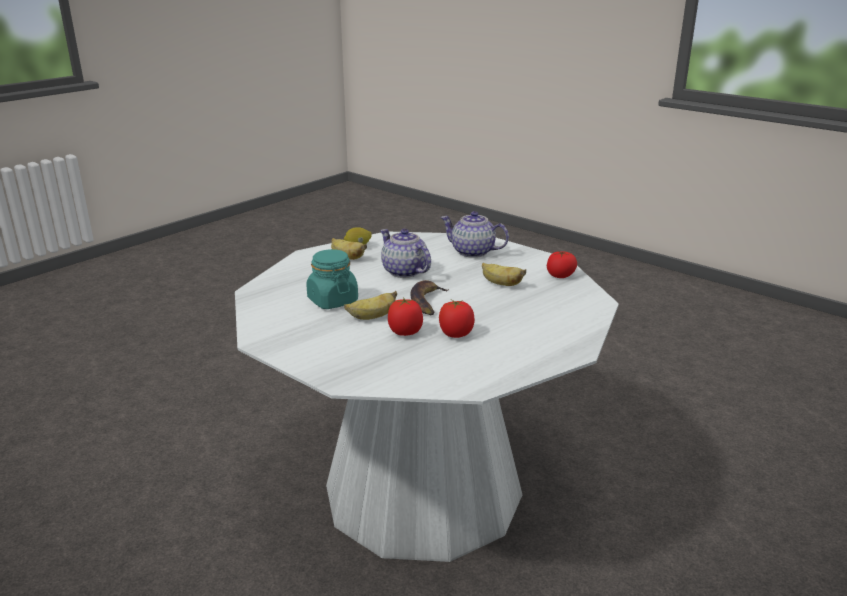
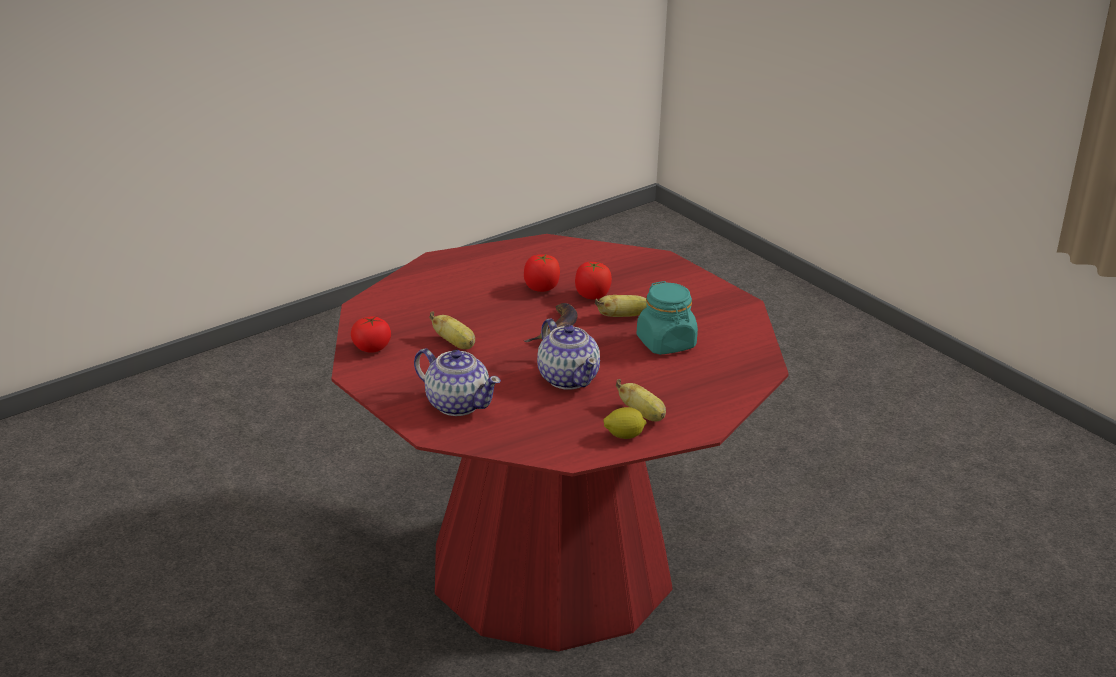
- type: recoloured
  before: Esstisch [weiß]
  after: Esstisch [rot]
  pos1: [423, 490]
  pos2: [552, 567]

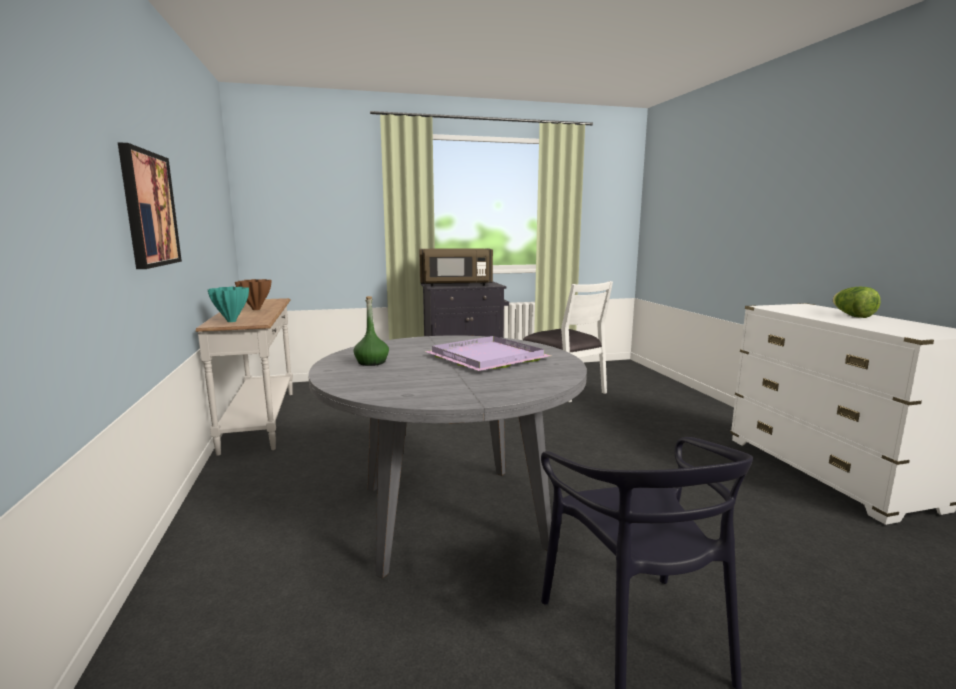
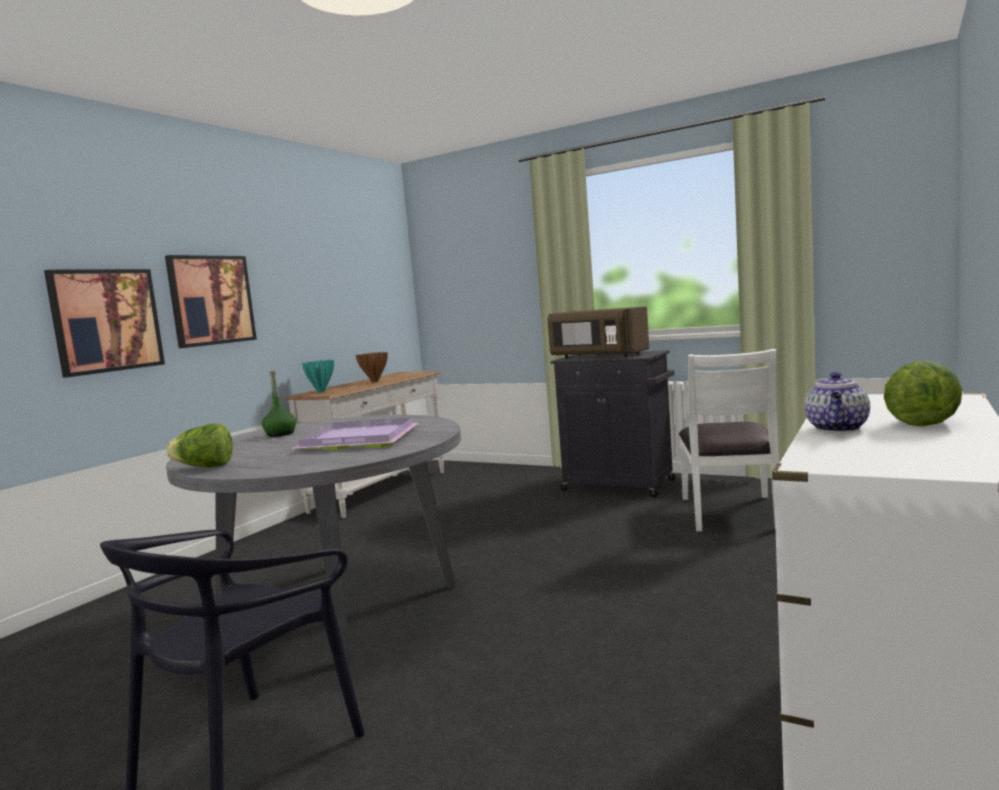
- type: added
  after: Bild
  pos2: [106, 320]
- type: added
  after: Salatkopf
  pos2: [204, 467]
- type: added
  after: Teekanne
  pos2: [838, 428]

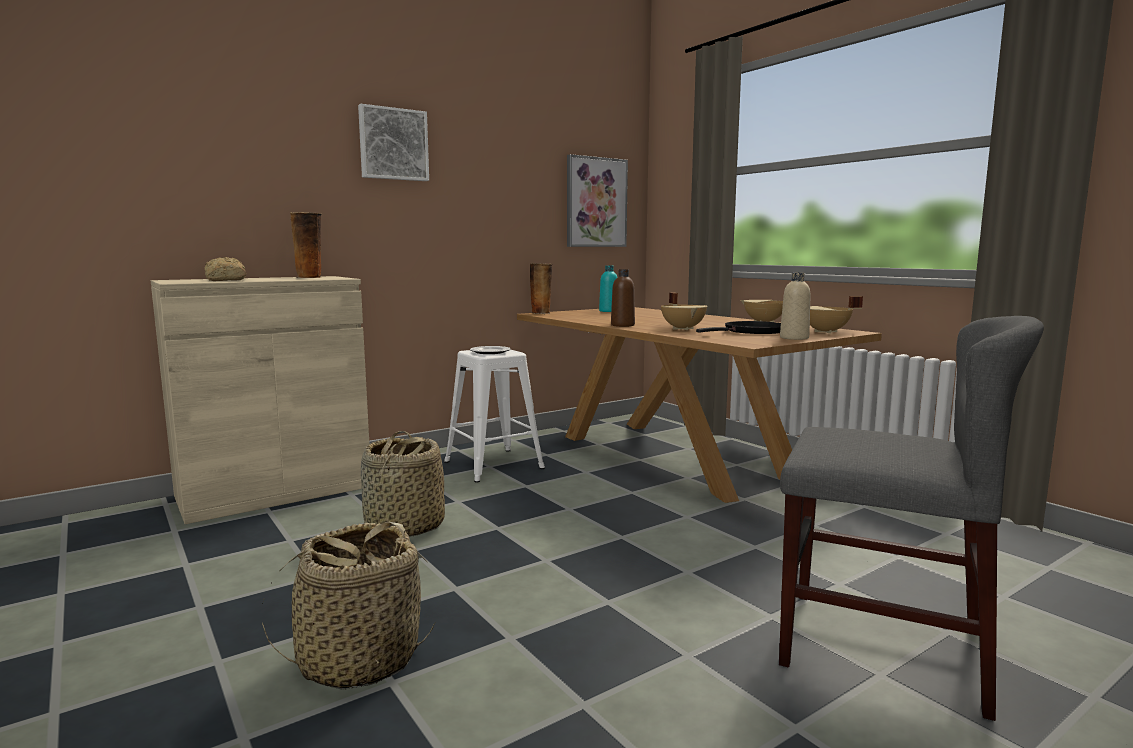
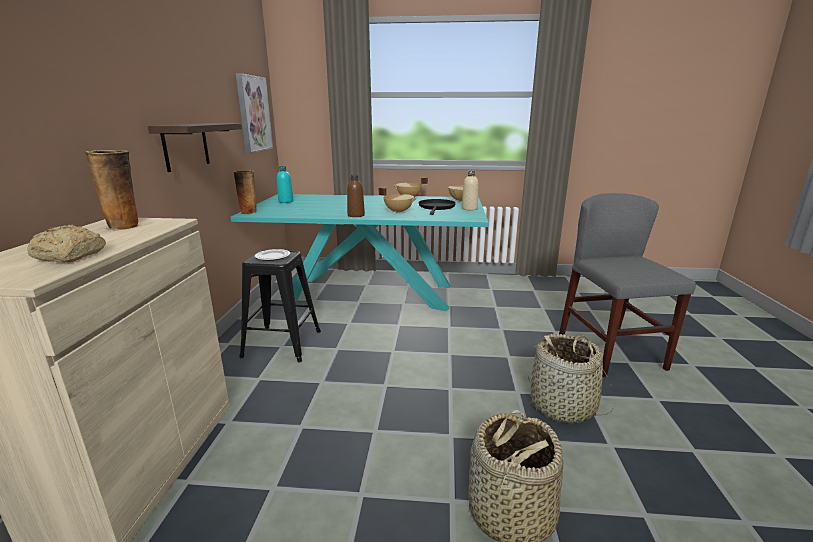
- type: removed
  before: Bild
  pos1: [393, 144]
- type: moved
  before: Korb
  pos1: [404, 527]
  pos2: [562, 406]
- type: recoloured
  before: Hocker [weiß]
  after: Hocker [schwarz]
  pos1: [492, 465]
  pos2: [281, 344]
- type: recoloured
  before: Esstisch [braun]
  after: Esstisch [türkis]
  pos1: [673, 456]
  pos2: [370, 293]
- type: turned
  before: Stuhl [grau]
  pos1: [881, 648]
  pos2: [610, 351]
  turn: -75
- type: added
  after: Wandregal
  pos2: [186, 146]

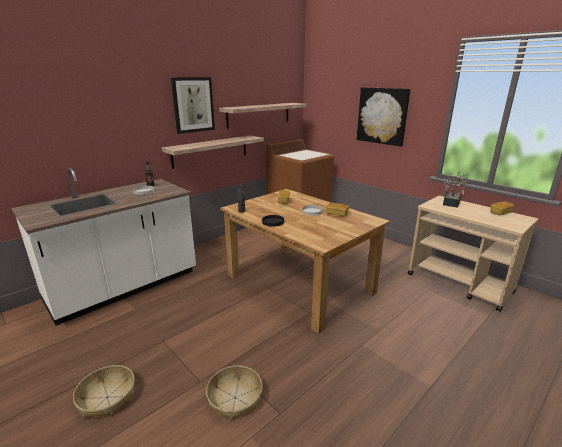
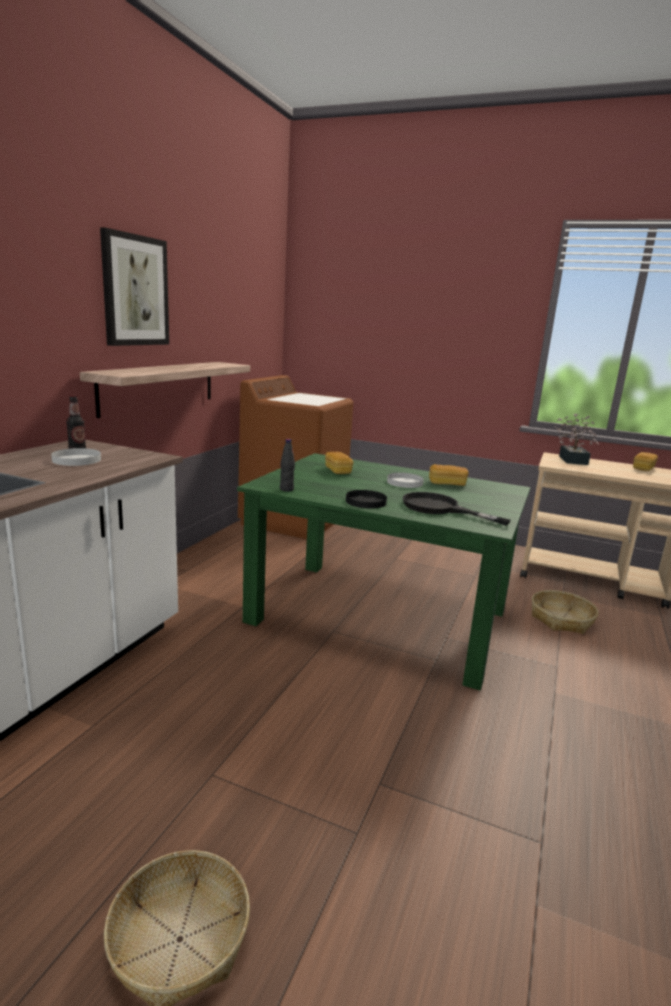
- type: moved
  before: Korb
  pos1: [235, 398]
  pos2: [561, 619]
- type: removed
  before: Wandregal
  pos1: [259, 115]
- type: recoloured
  before: Esstisch [braun]
  after: Esstisch [grün]
  pos1: [298, 283]
  pos2: [377, 616]
- type: removed
  before: Bild
  pos1: [382, 116]
- type: added
  after: Pfanne [schwarz]
  pos2: [439, 508]

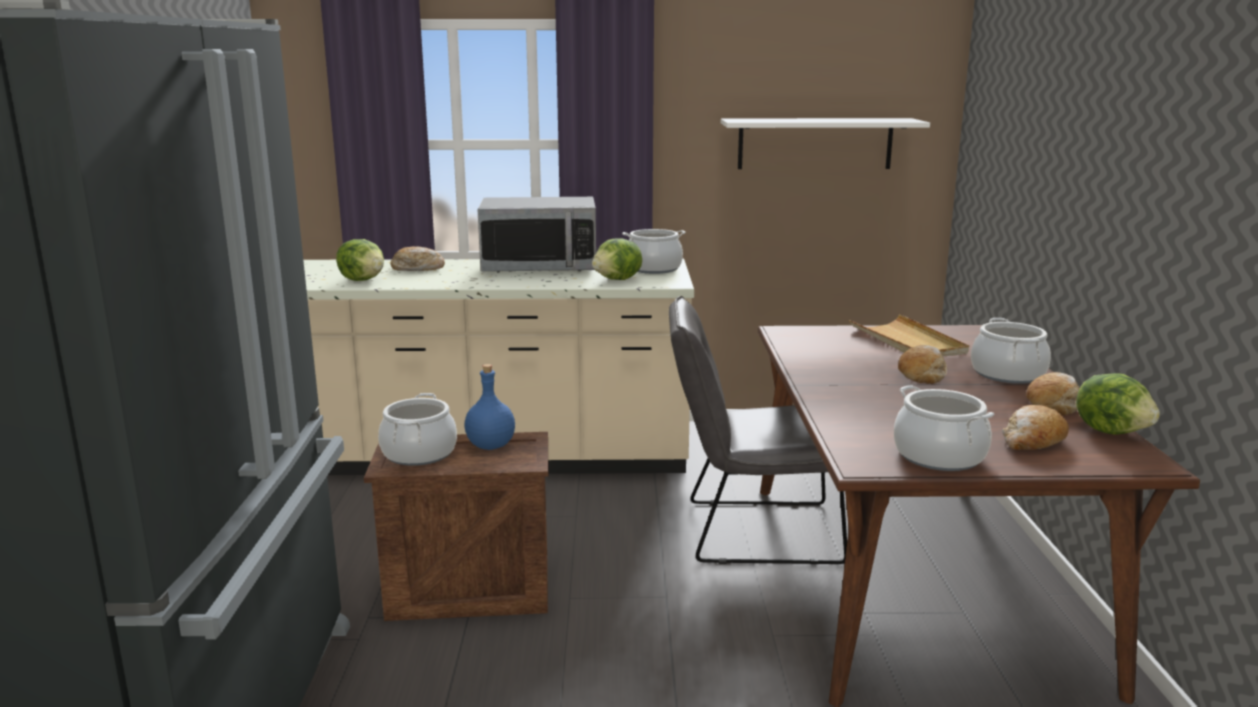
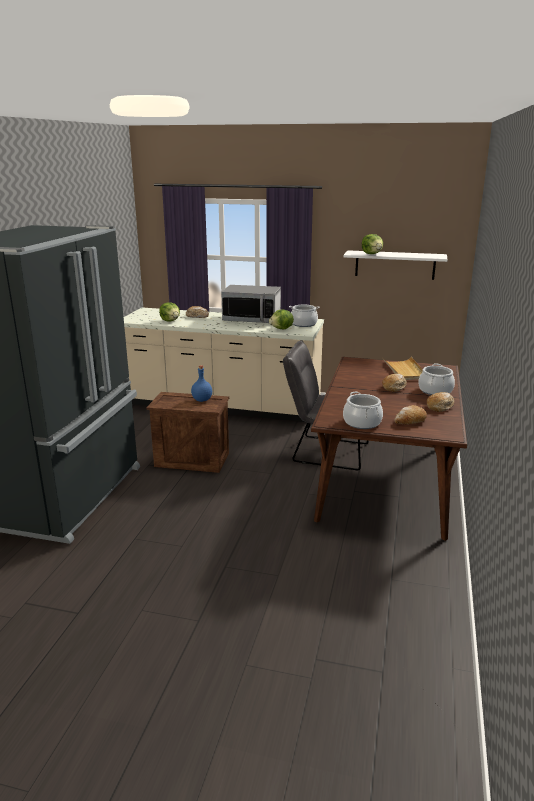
- type: removed
  before: Kochtopf
  pos1: [418, 453]
- type: moved
  before: Salatkopf
  pos1: [1112, 431]
  pos2: [372, 254]

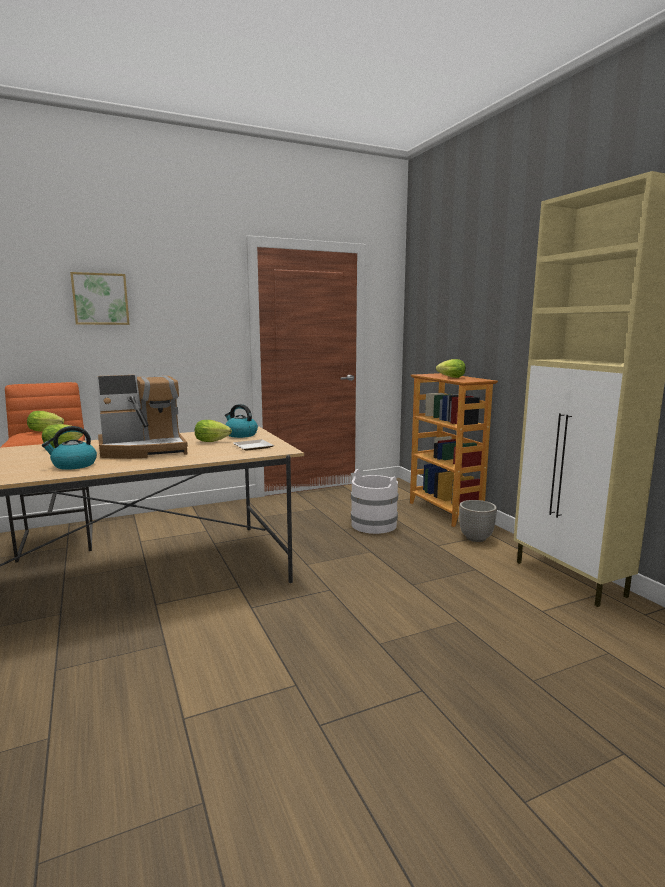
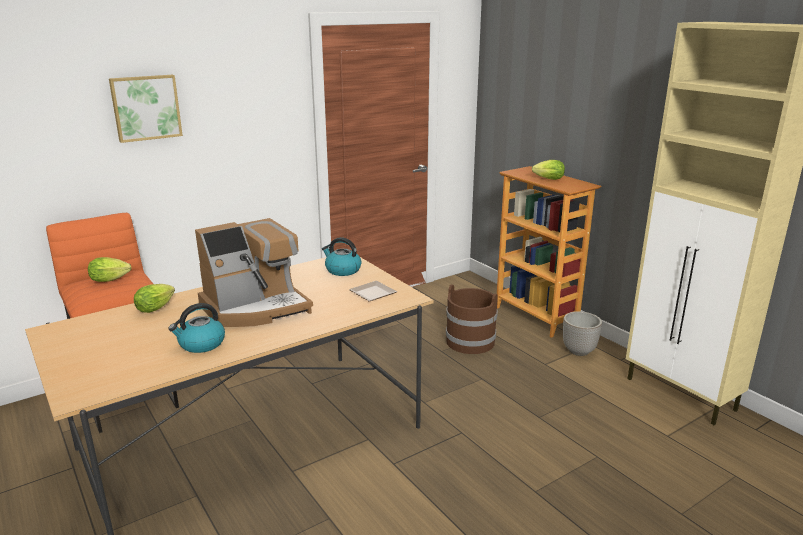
- type: removed
  before: Salatkopf
  pos1: [214, 441]
- type: recoloured
  before: Eimer [weiß]
  after: Eimer [braun]
  pos1: [374, 524]
  pos2: [470, 341]

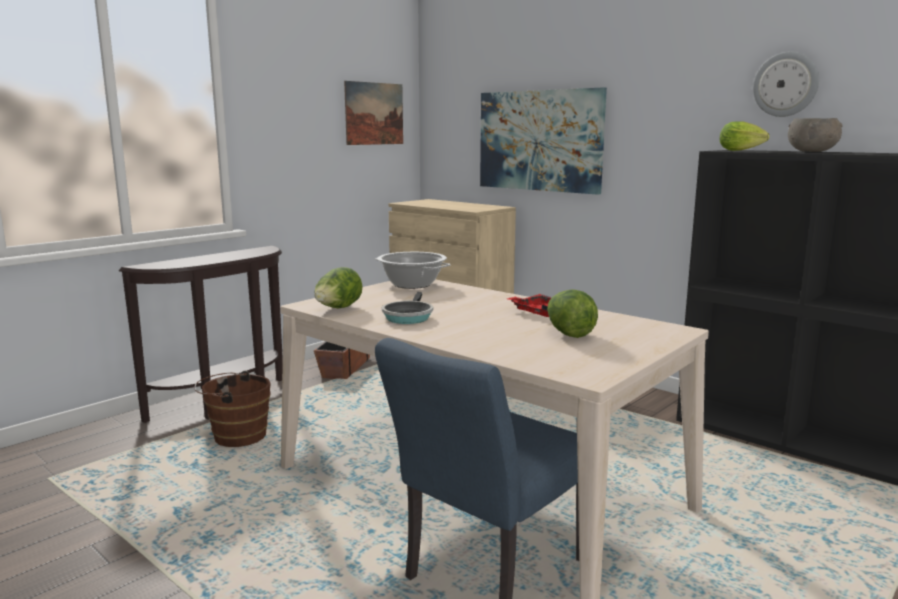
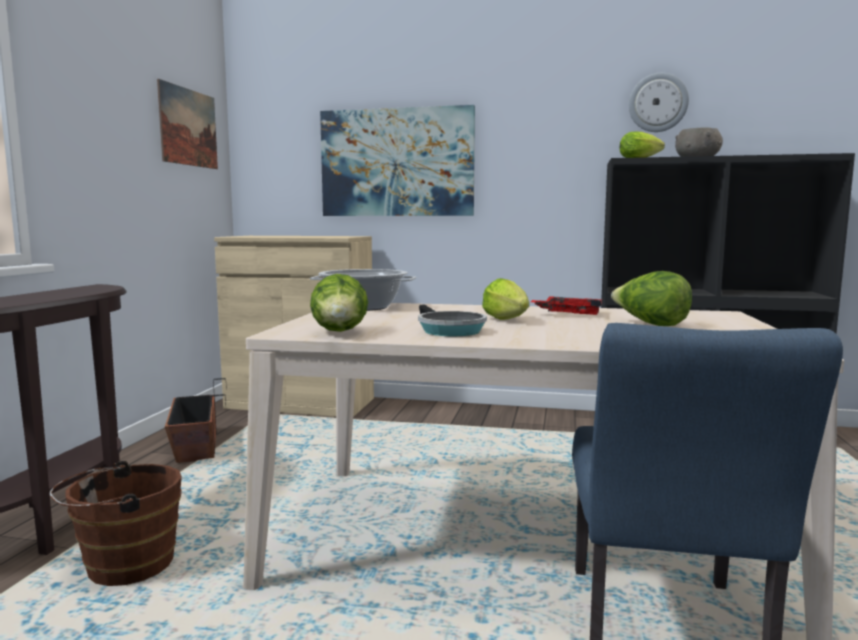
- type: added
  after: Salatkopf
  pos2: [508, 320]

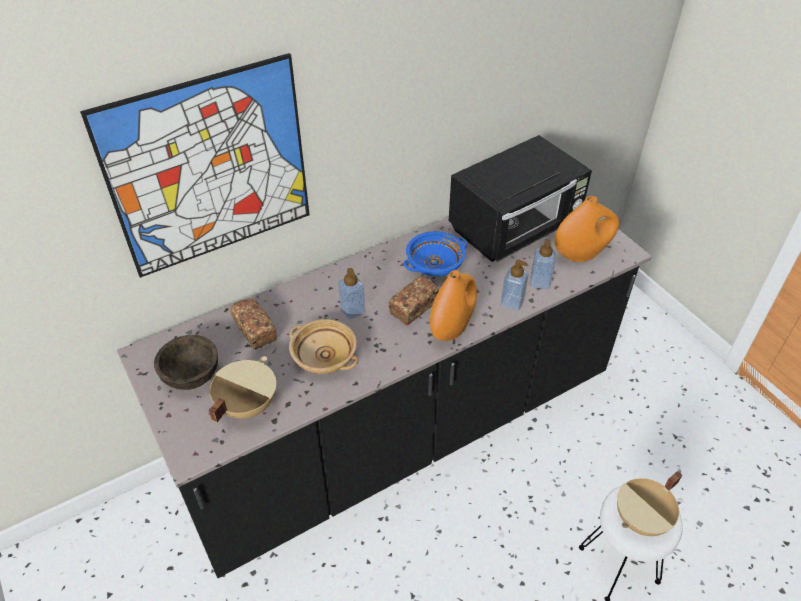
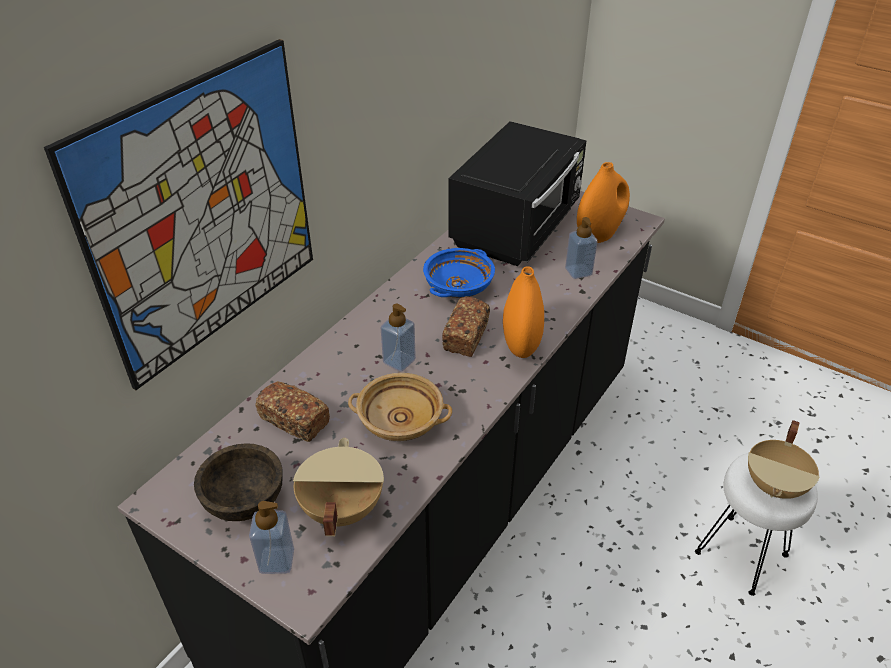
- type: moved
  before: Seifenspender
  pos1: [512, 302]
  pos2: [276, 560]

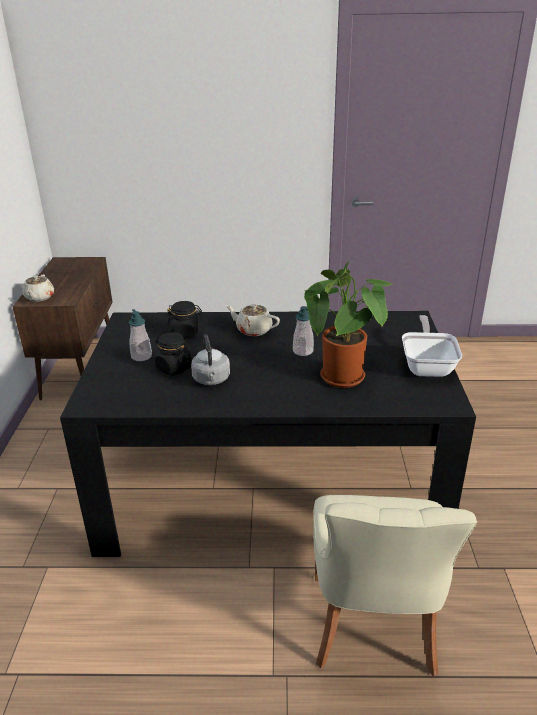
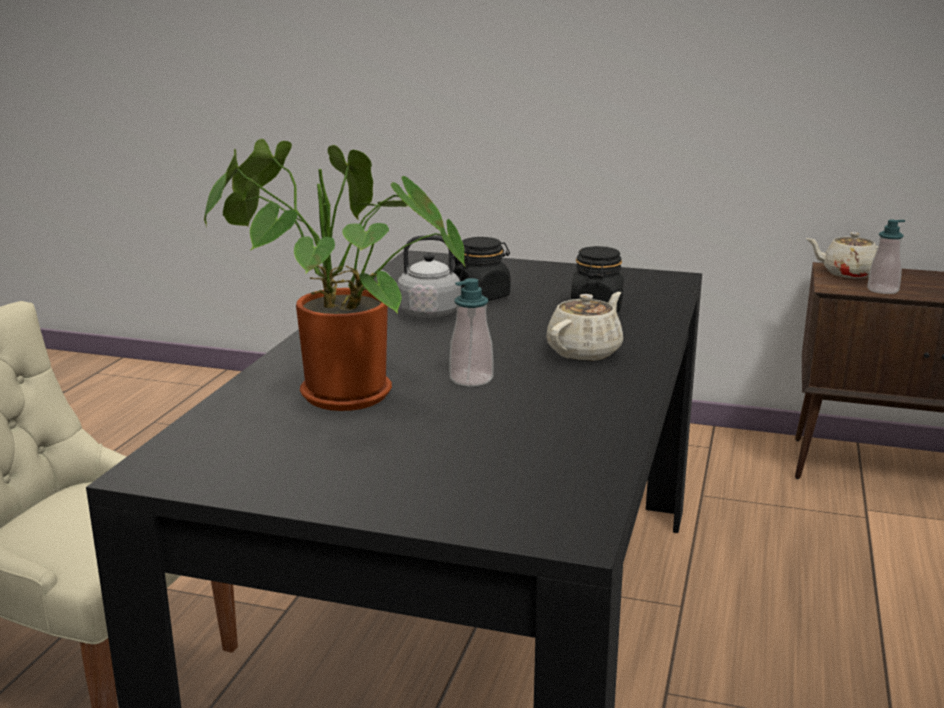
- type: moved
  before: Seifenspender
  pos1: [141, 356]
  pos2: [882, 290]
- type: removed
  before: Pfanne
  pos1: [427, 366]

